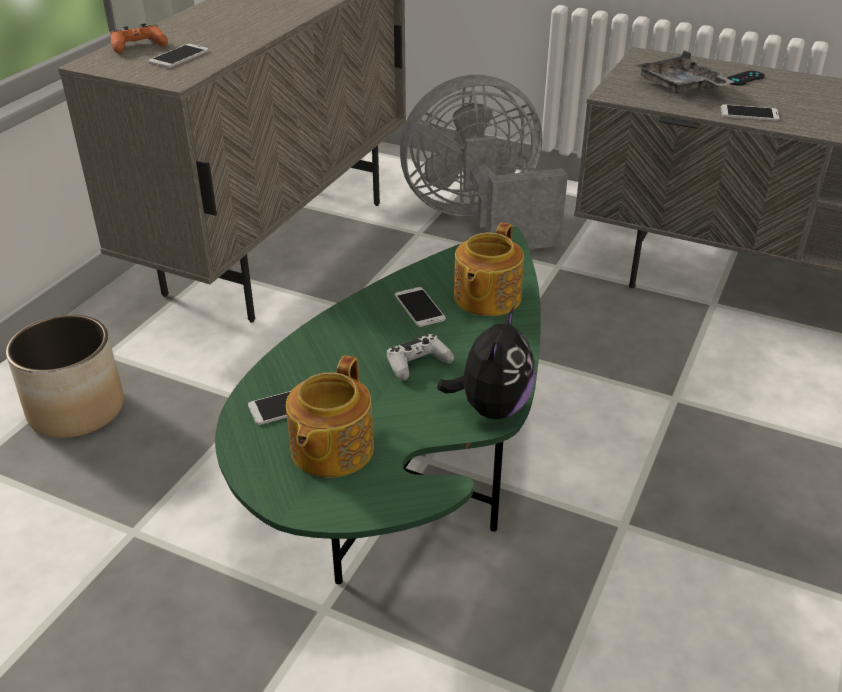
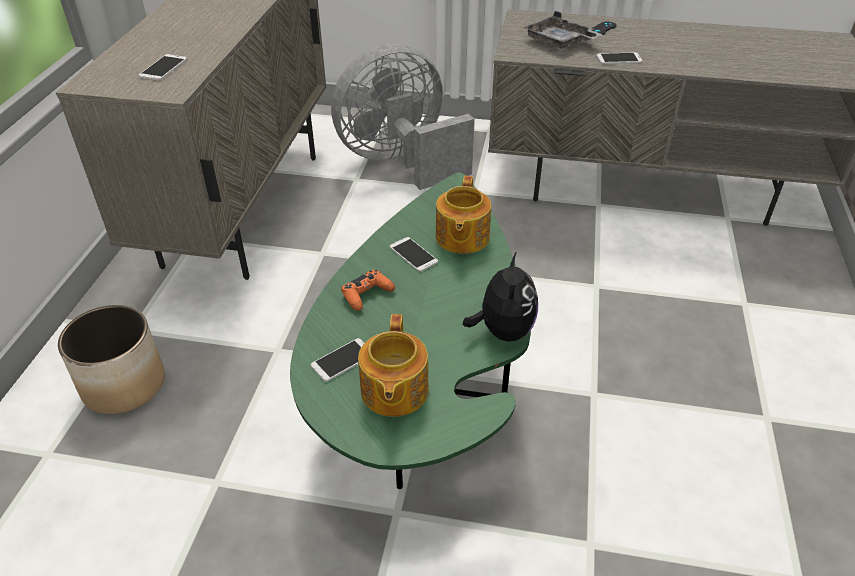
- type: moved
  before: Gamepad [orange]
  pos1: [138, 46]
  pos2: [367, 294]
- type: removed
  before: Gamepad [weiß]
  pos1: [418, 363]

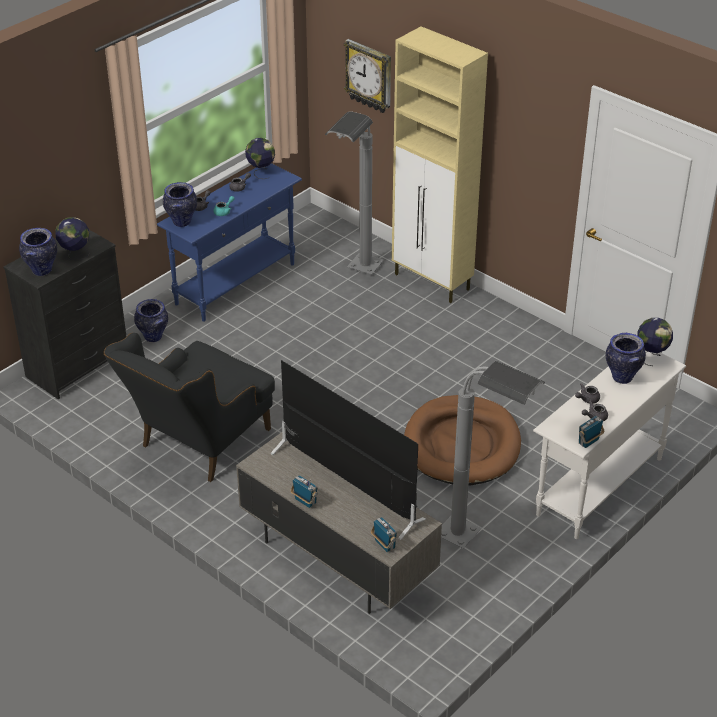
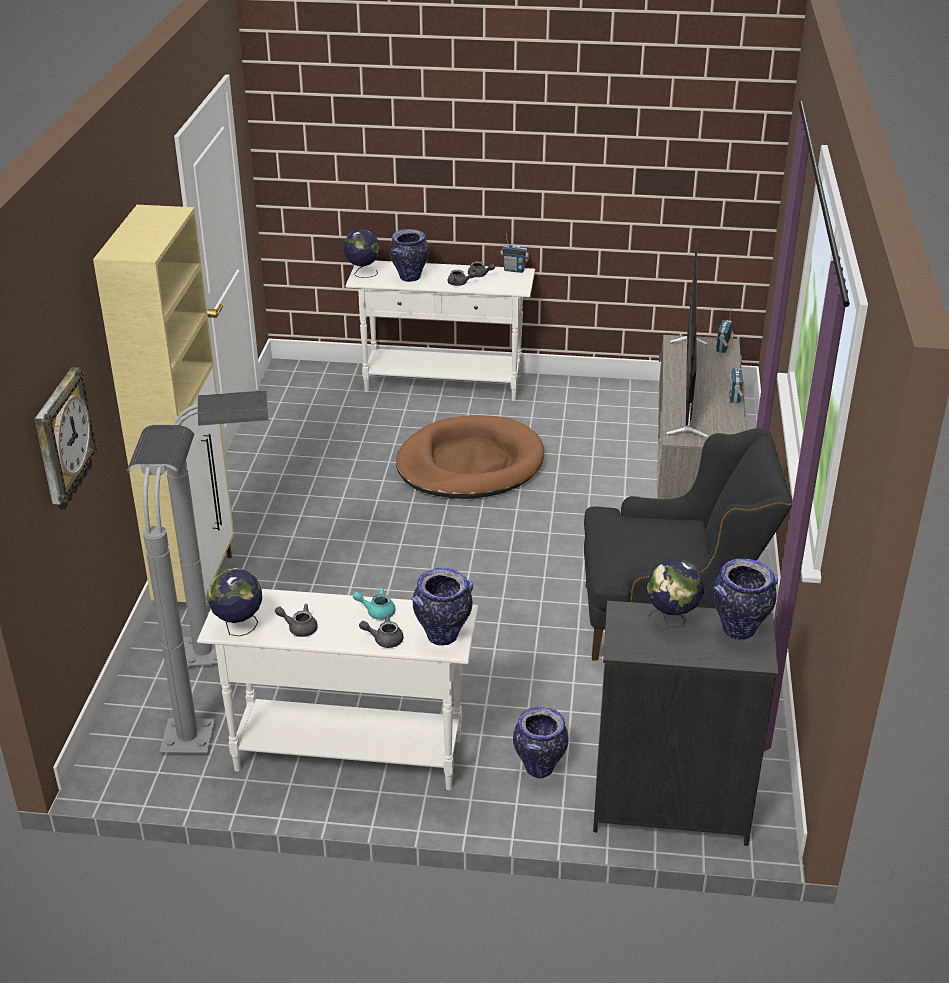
- type: recoloured
  before: Konsolentisch [blau]
  after: Konsolentisch [weiß]
  pos1: [236, 284]
  pos2: [348, 754]
- type: moved
  before: Stehlampe [grau]
  pos1: [479, 544]
  pos2: [193, 715]

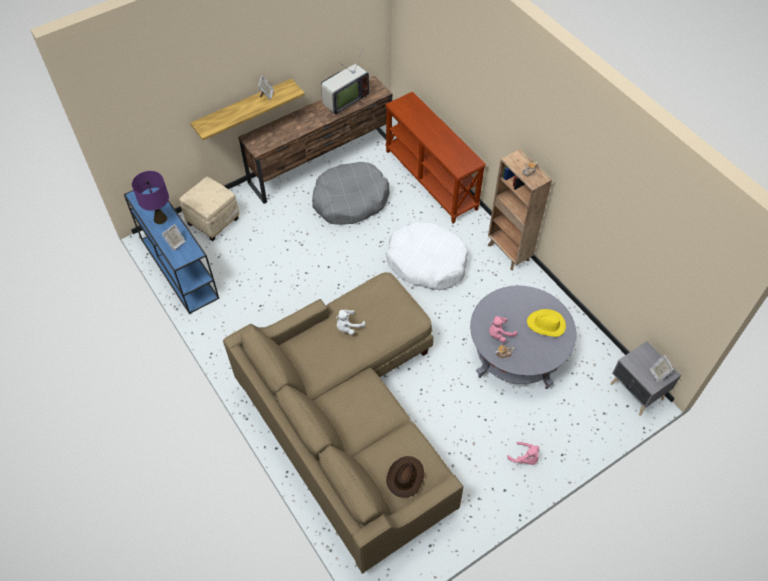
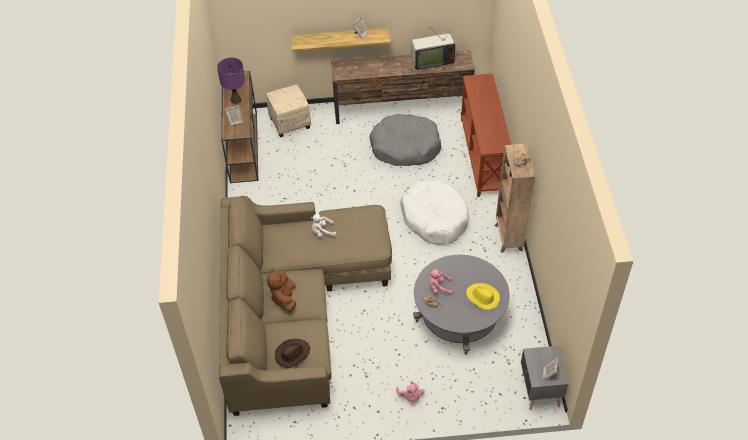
- type: recoloured
  before: Konsolentisch [blau]
  after: Konsolentisch [braun]
  pos1: [178, 267]
  pos2: [243, 147]
- type: added
  after: Plüschtier [braun]
  pos2: [284, 298]

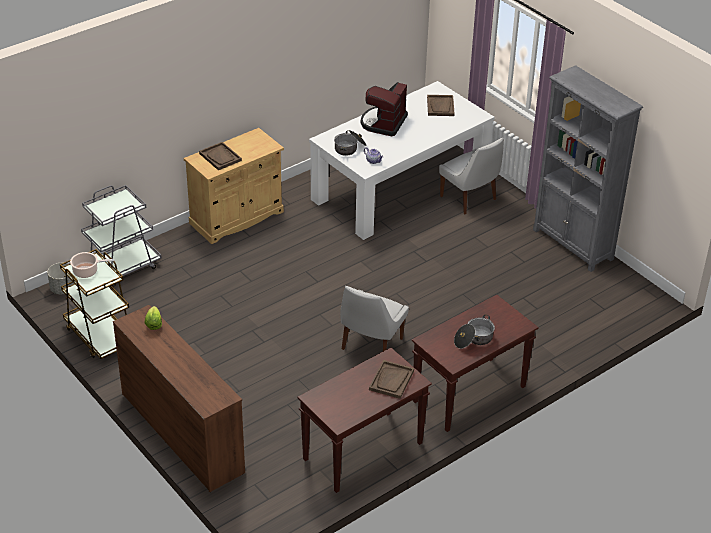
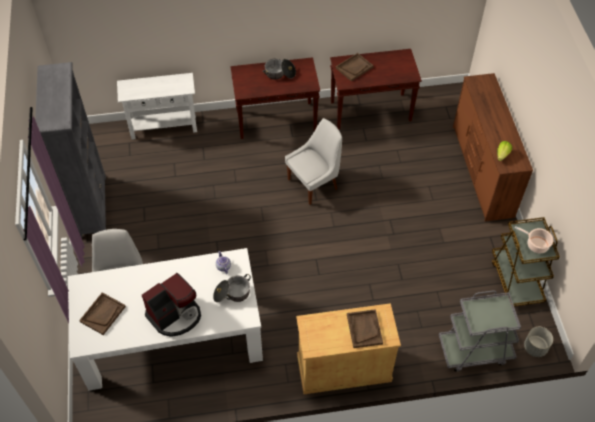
- type: added
  after: Konsolentisch [weiß]
  pos2: [163, 127]

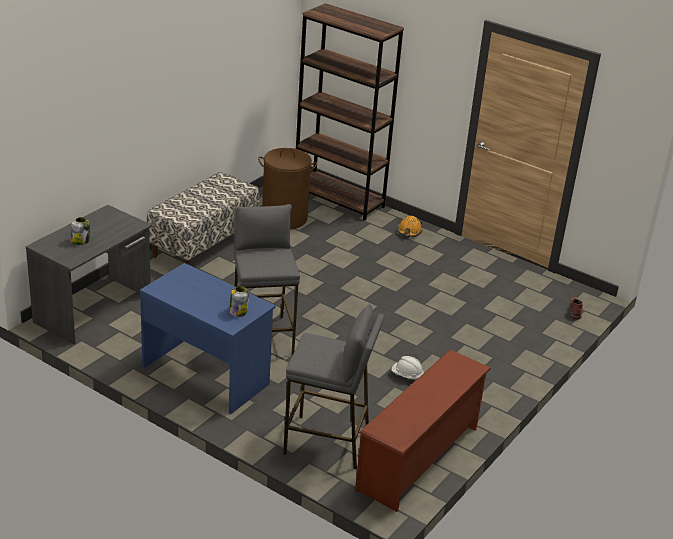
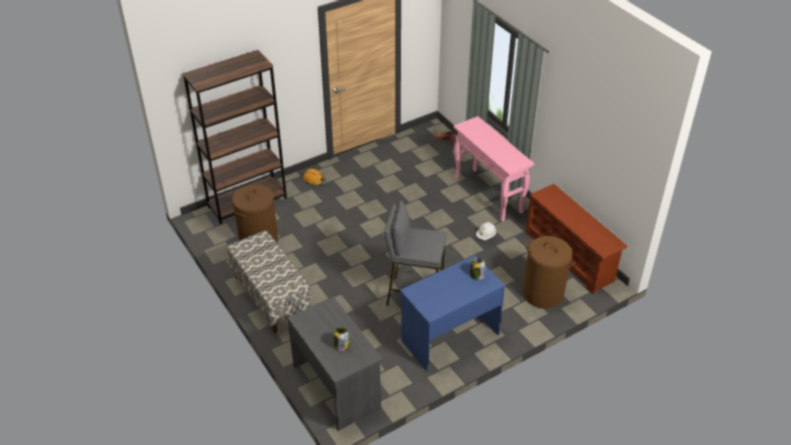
- type: replaced
  before: Hocker [grau]
  after: Wäschekorb [braun]
  pos1: [327, 443]
  pos2: [543, 294]
- type: added
  after: Konsolentisch [rosa]
  pos2: [488, 195]

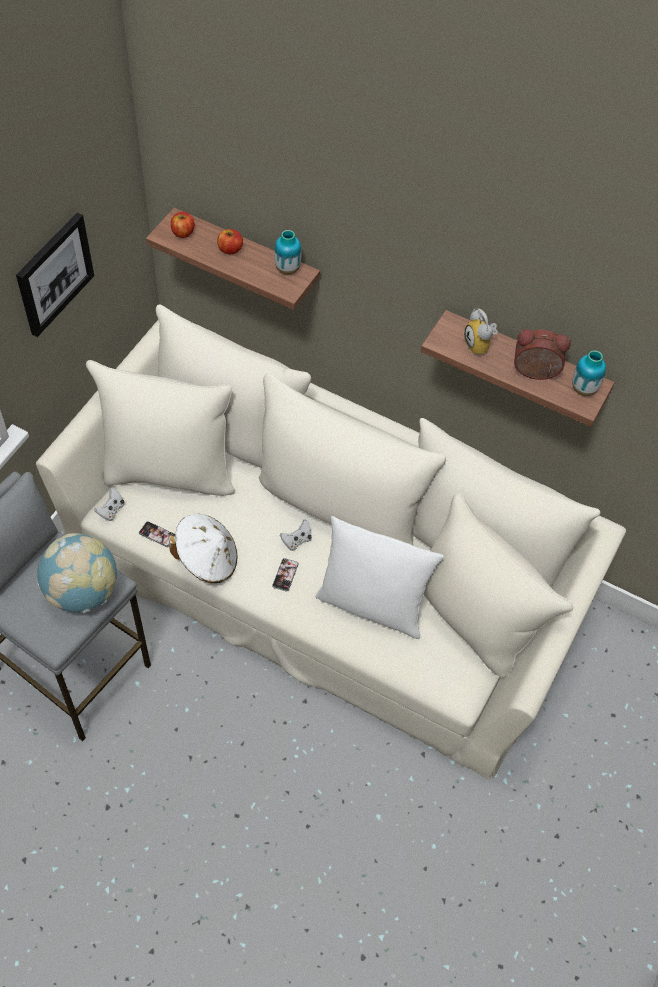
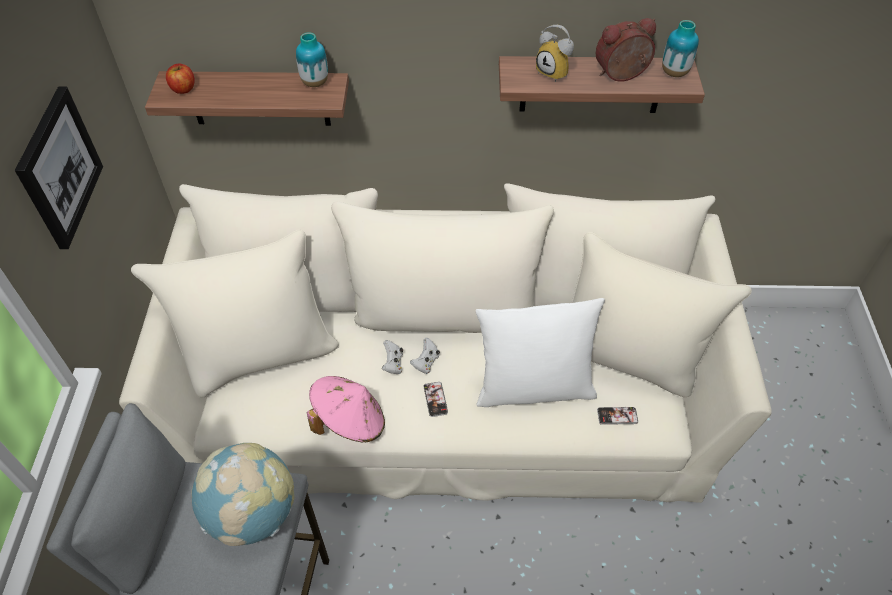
- type: moved
  before: Gamepad [weiß]
  pos1: [111, 510]
  pos2: [393, 364]
- type: moved
  before: Handy
  pos1: [157, 534]
  pos2: [617, 416]
- type: recoloured
  before: Hut [weiß]
  after: Hut [rosa]
  pos1: [207, 559]
  pos2: [349, 421]
- type: removed
  before: Apfel
  pos1: [230, 249]

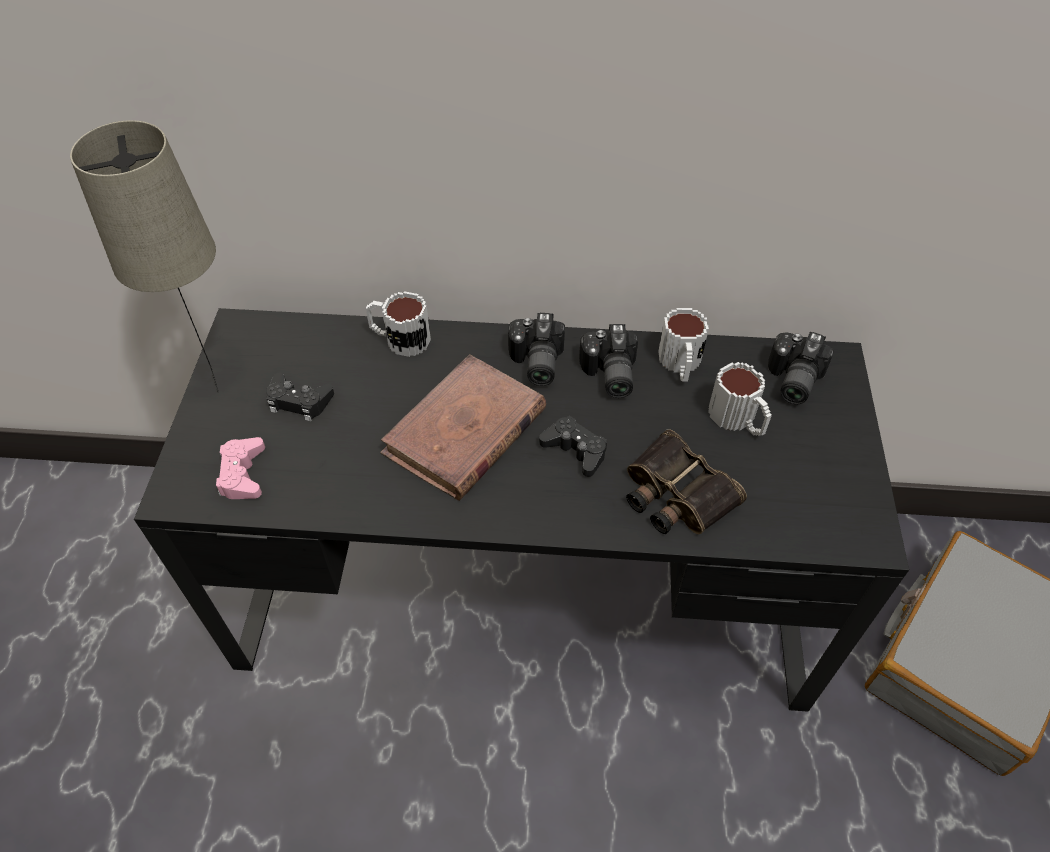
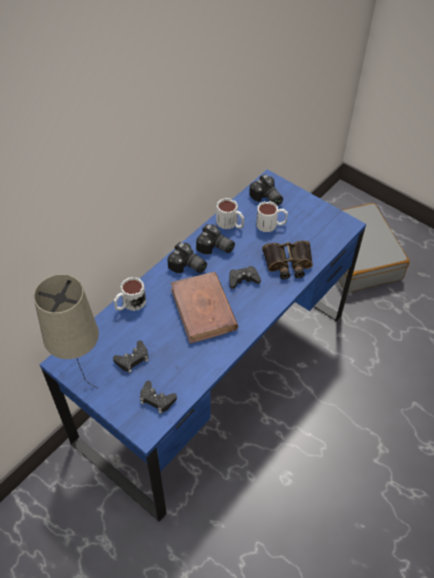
- type: recoloured
  before: Schreibtisch [schwarz]
  after: Schreibtisch [blau]
  pos1: [525, 589]
  pos2: [215, 376]
- type: recoloured
  before: Gamepad [rosa]
  after: Gamepad [schwarz]
  pos1: [242, 474]
  pos2: [156, 399]

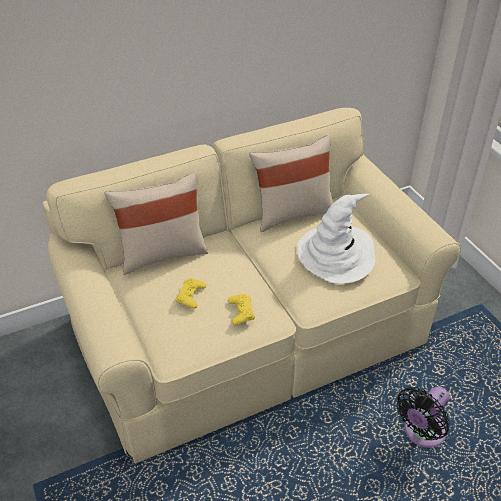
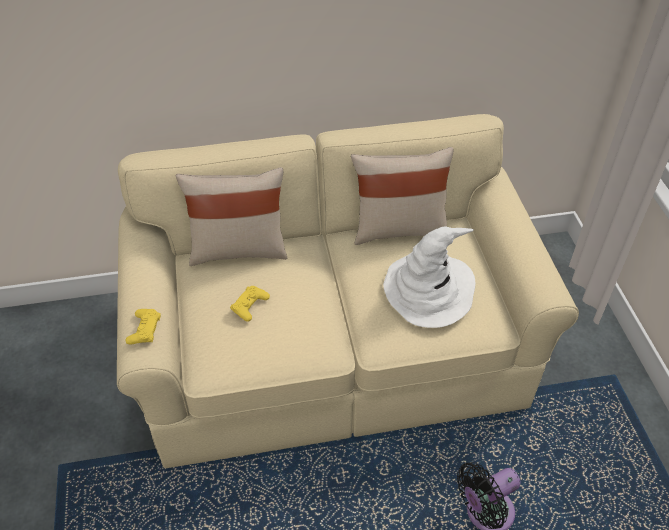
- type: moved
  before: Gamepad [gelb]
  pos1: [241, 312]
  pos2: [144, 329]

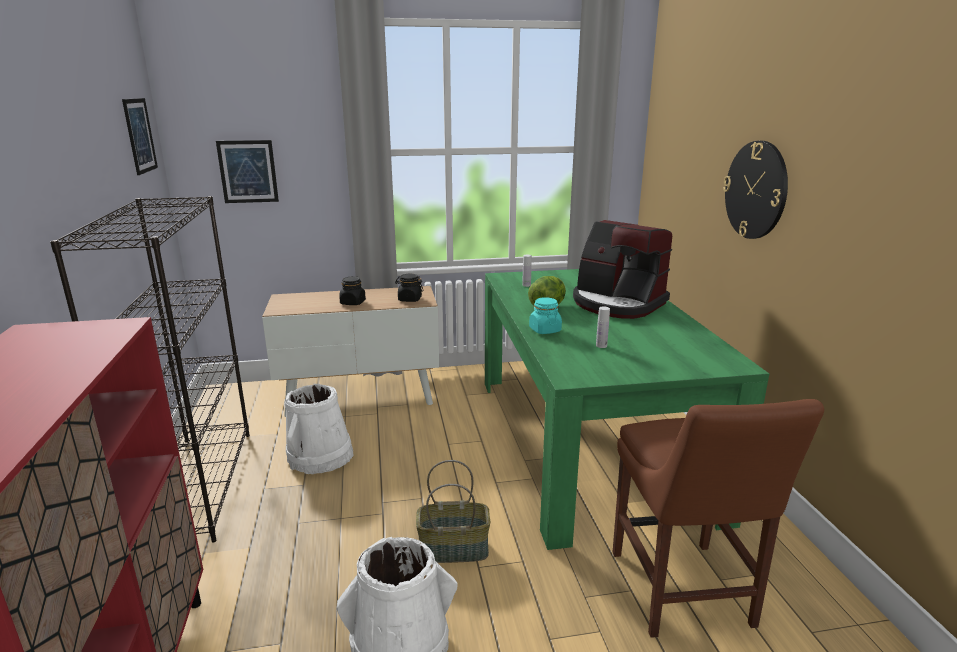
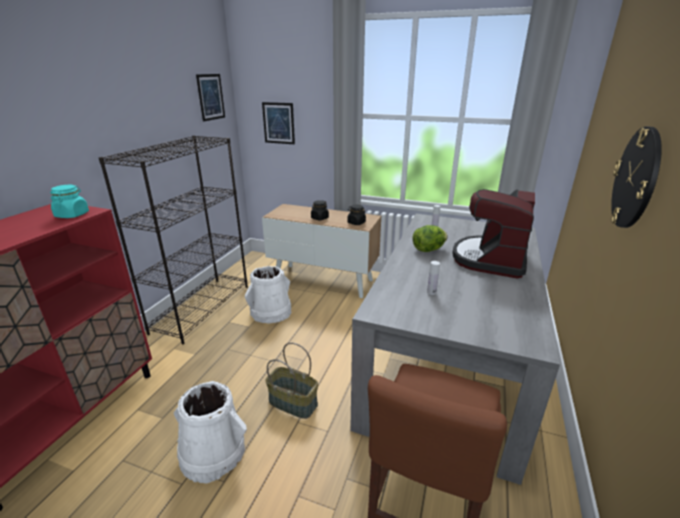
- type: recoloured
  before: Esstisch [grün]
  after: Esstisch [grau]
  pos1: [587, 441]
  pos2: [447, 360]
- type: moved
  before: Vorratsglas [türkis]
  pos1: [544, 330]
  pos2: [72, 215]
- type: turned
  before: Kaffeemaschine
  pos1: [617, 303]
  pos2: [490, 259]
  turn: 45

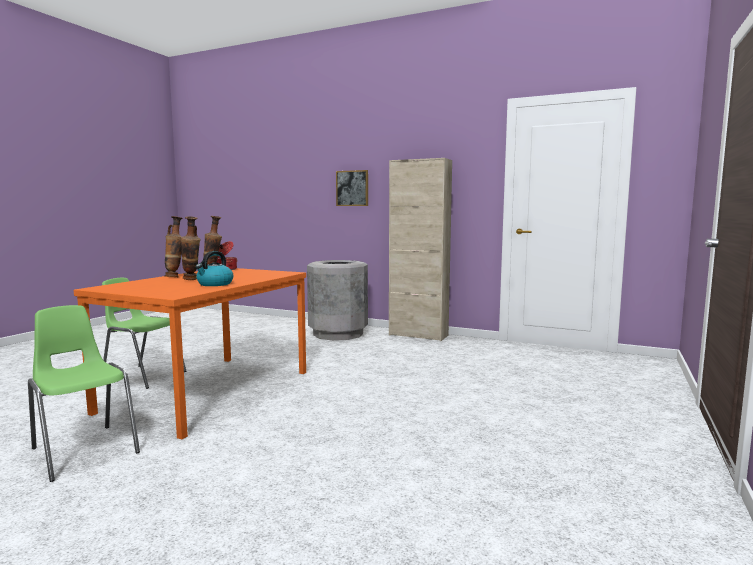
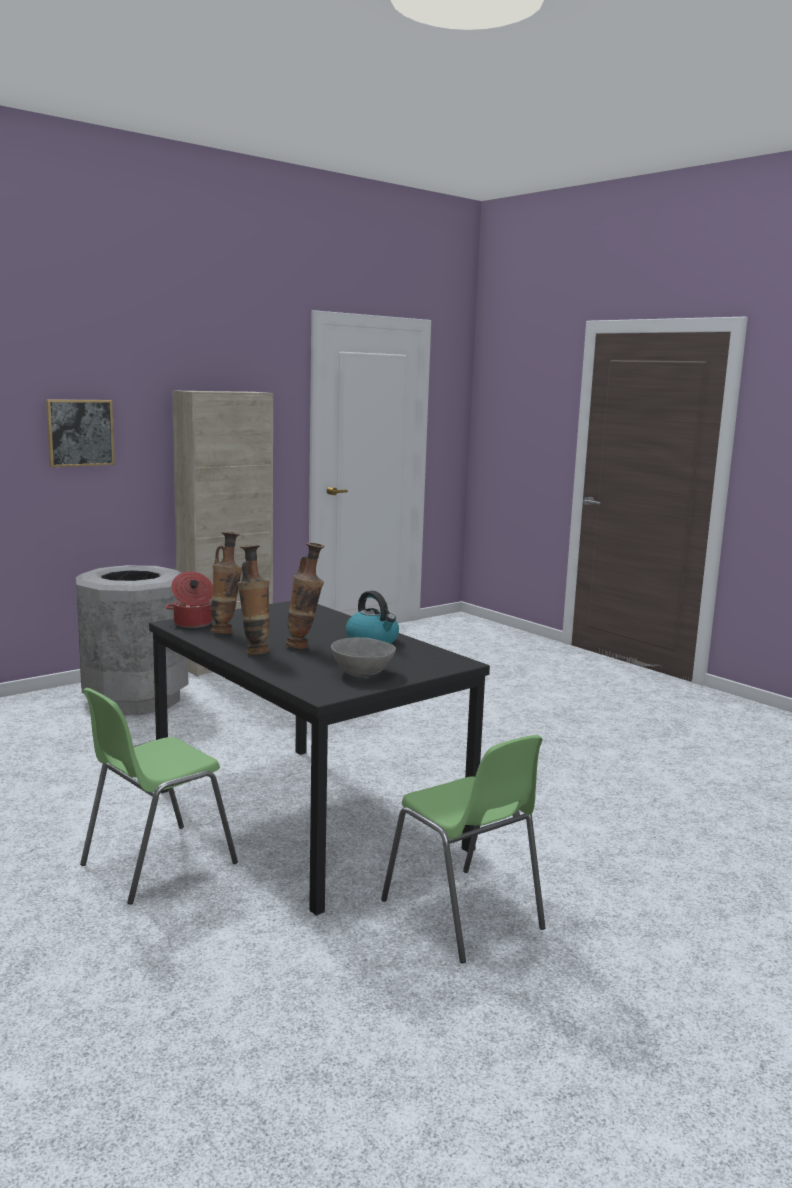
- type: turned
  before: Stuhl [grün]
  pos1: [84, 450]
  pos2: [463, 915]
  turn: -105
- type: recoloured
  before: Esstisch [orange]
  after: Esstisch [schwarz]
  pos1: [209, 390]
  pos2: [305, 818]
- type: added
  after: Schüssel [grau]
  pos2: [362, 673]

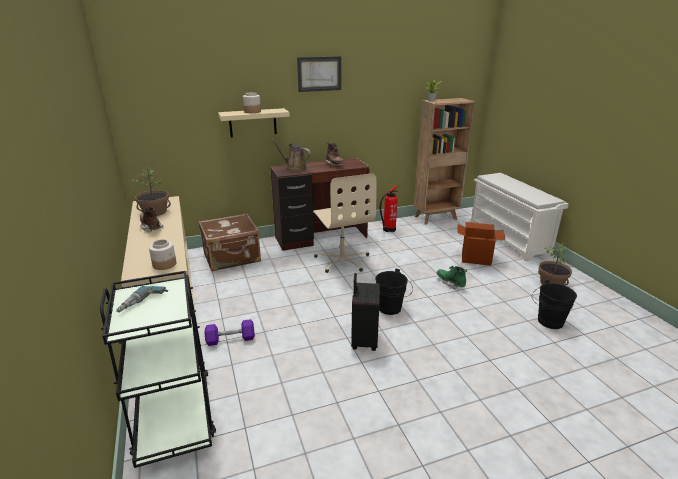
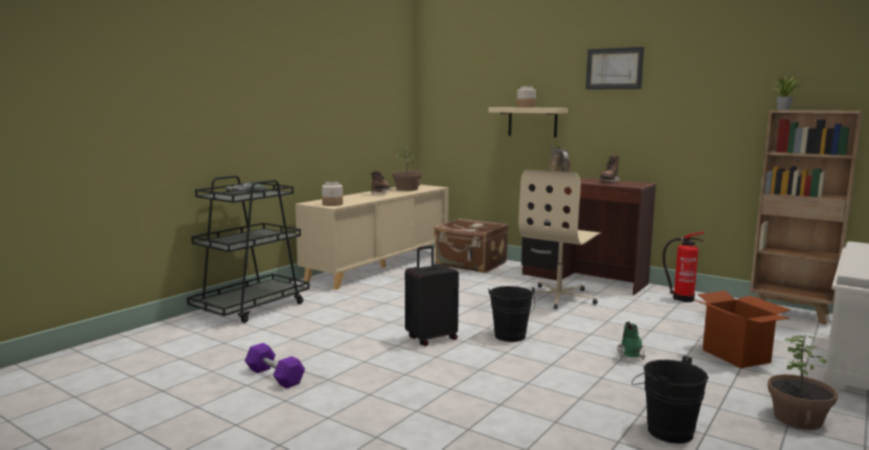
- type: moved
  before: Hantel [lila]
  pos1: [230, 339]
  pos2: [274, 376]

